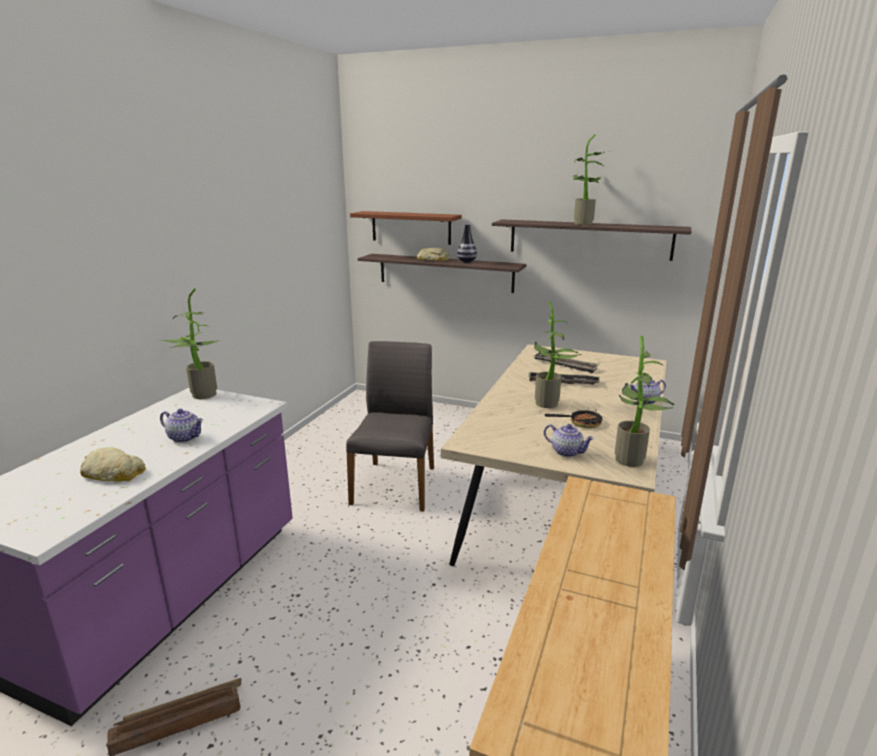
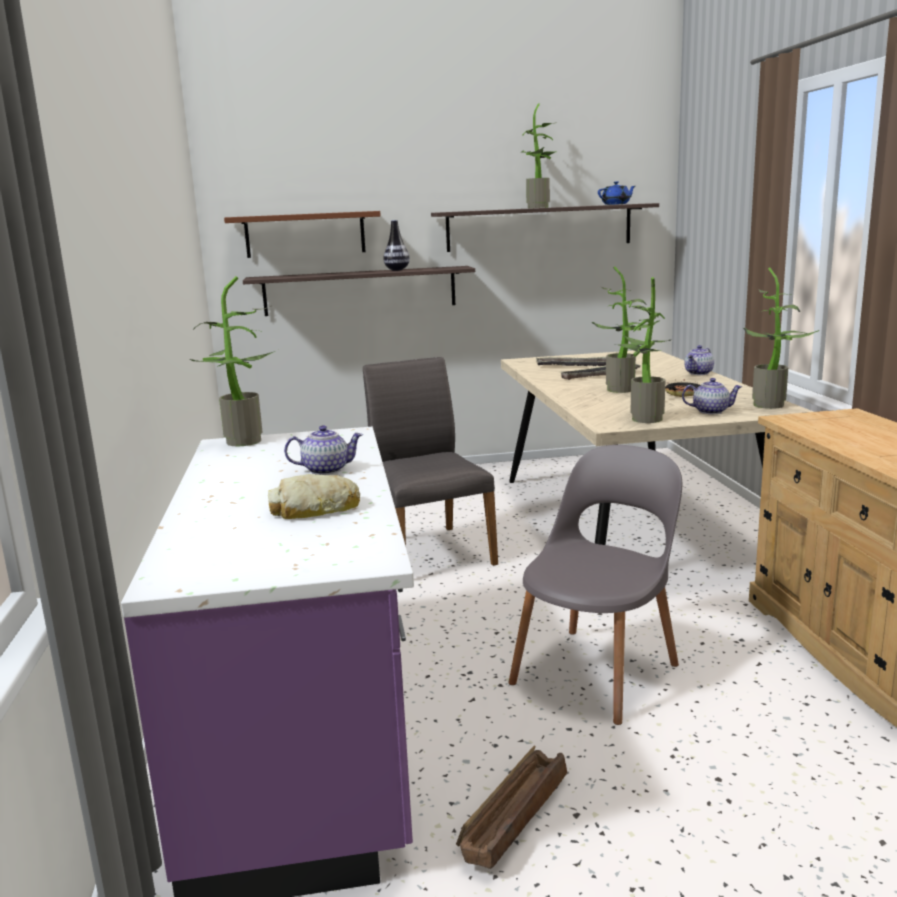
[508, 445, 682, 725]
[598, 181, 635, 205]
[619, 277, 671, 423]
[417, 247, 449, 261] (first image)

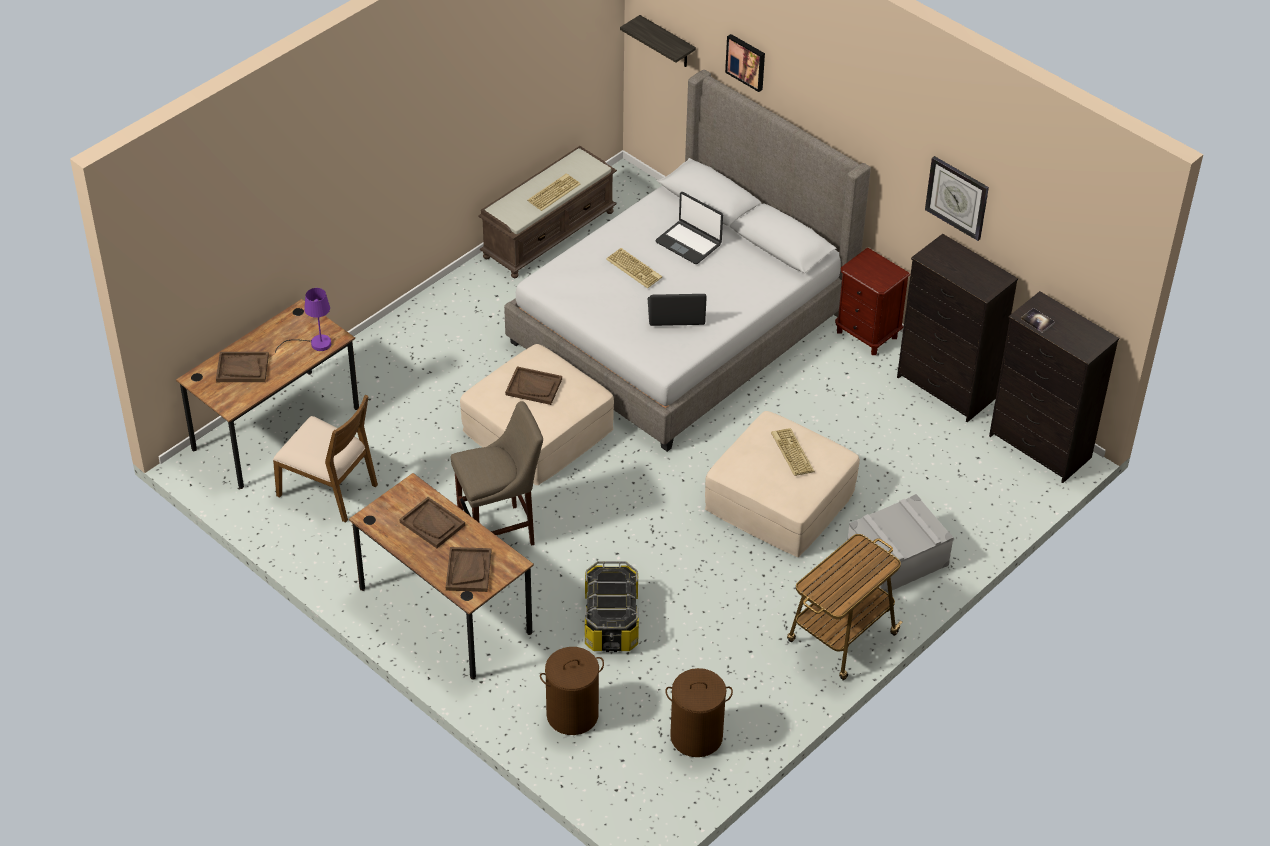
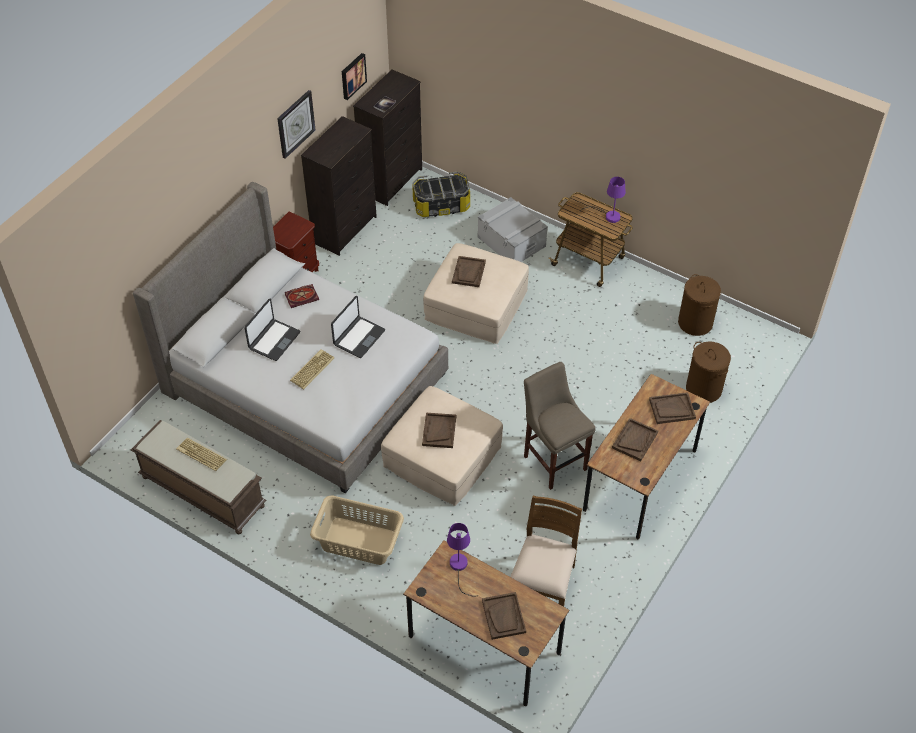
[285, 284, 319, 308]
[310, 496, 404, 565]
[331, 296, 385, 358]
[342, 53, 367, 100]
[412, 171, 470, 217]
[452, 256, 486, 287]
[580, 177, 626, 223]
[620, 15, 696, 67] (first image)

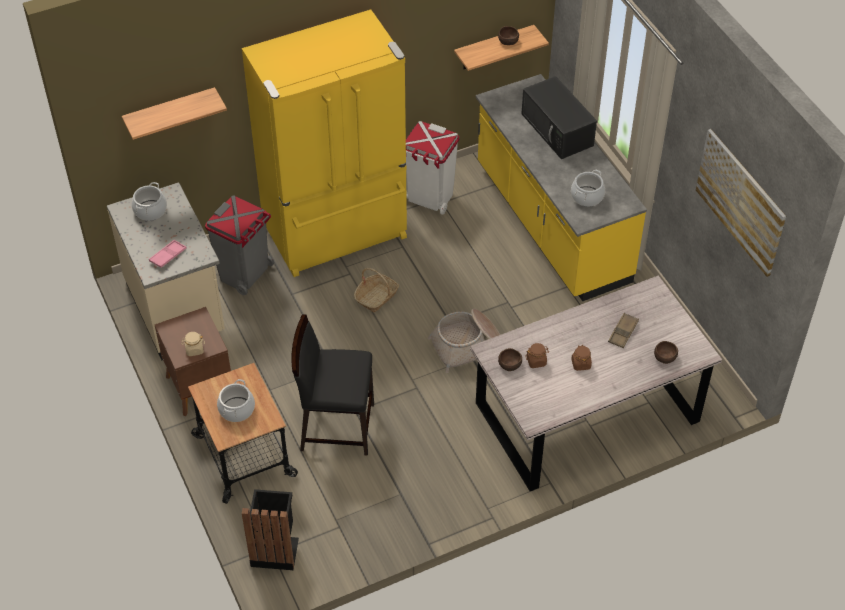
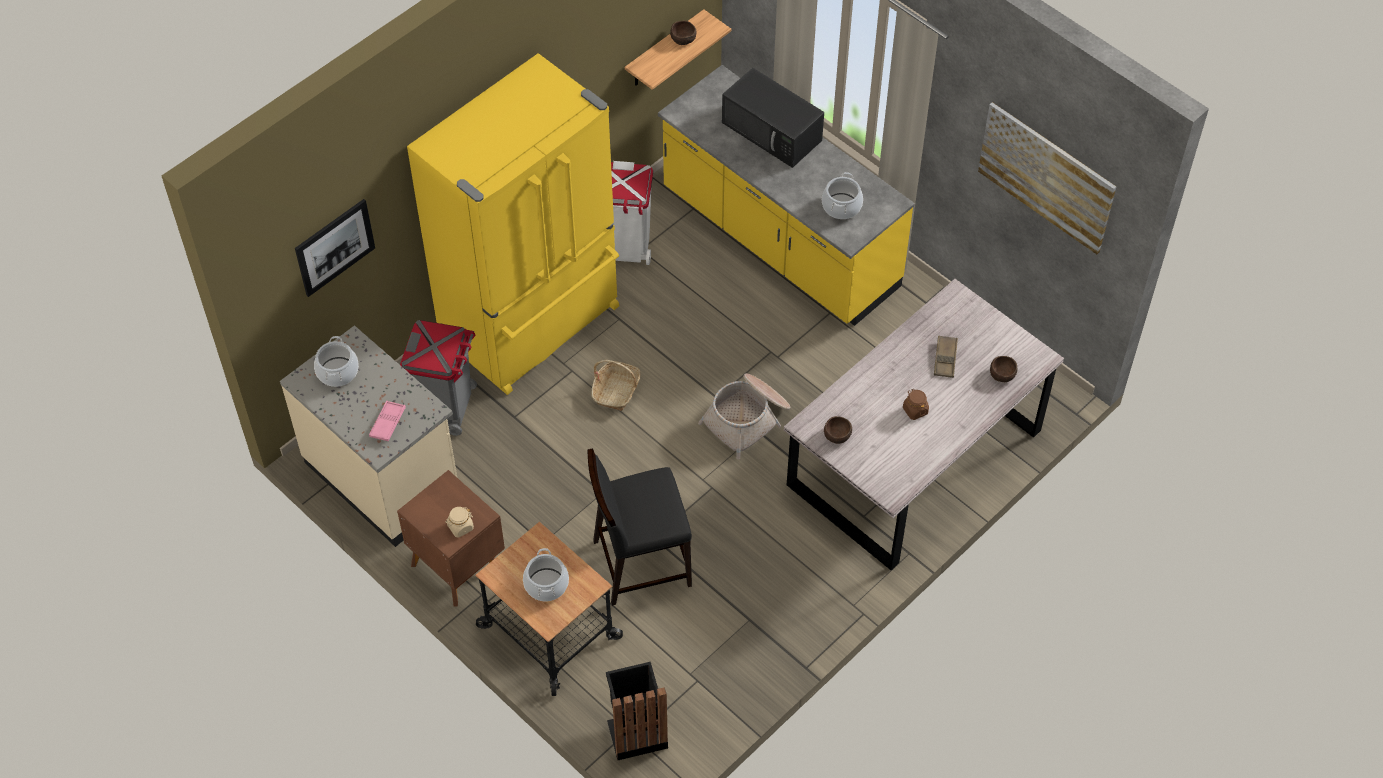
[295, 199, 375, 297]
[525, 343, 549, 368] (first image)

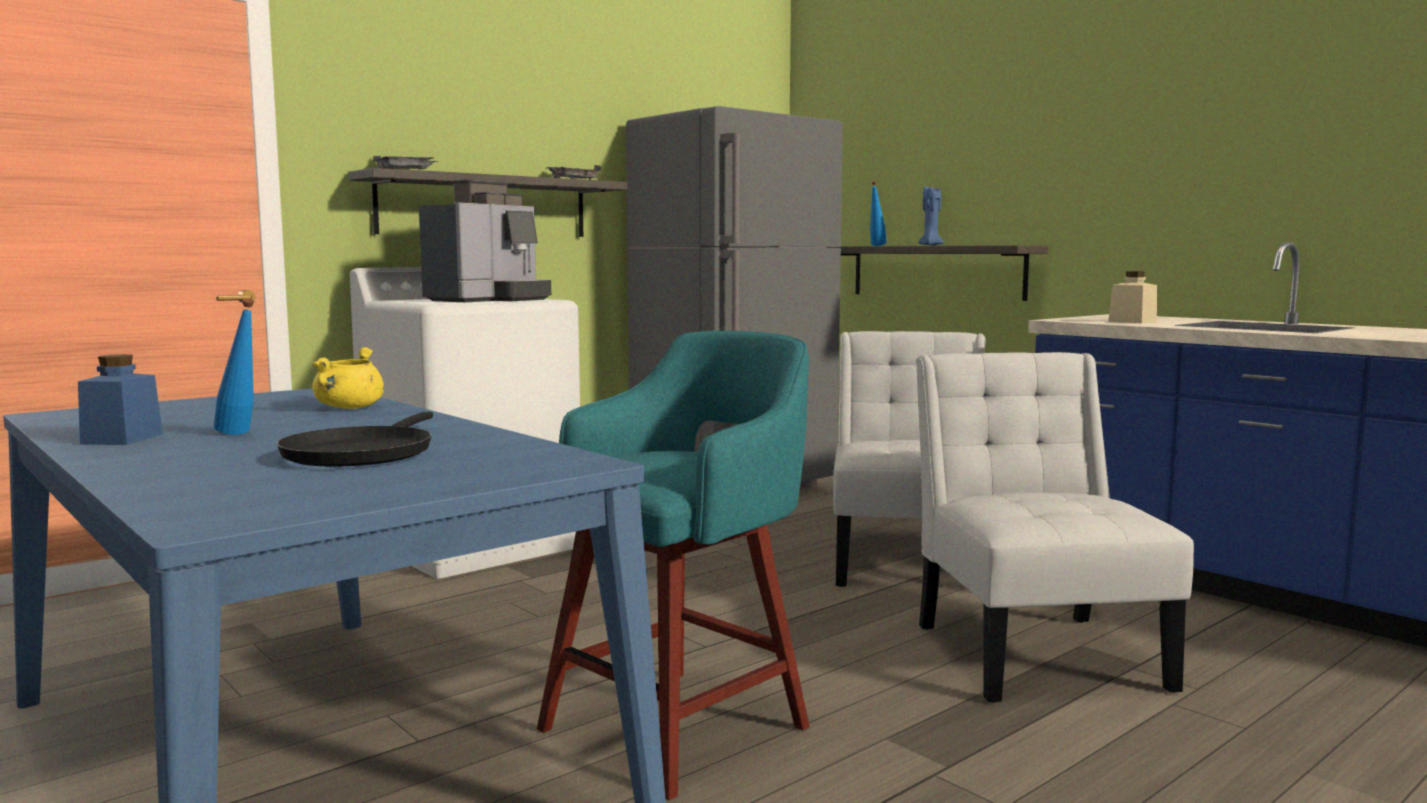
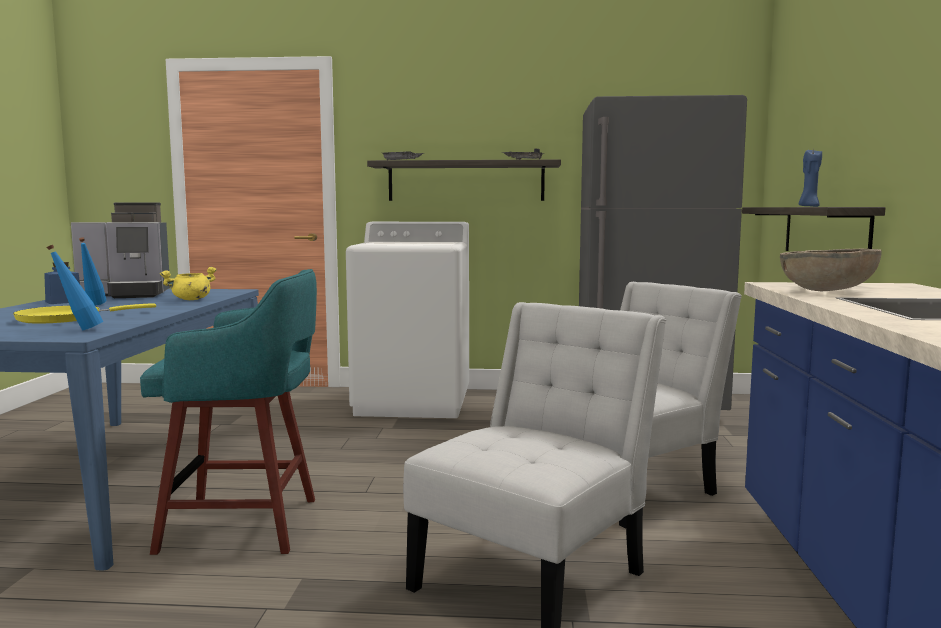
[13, 303, 156, 323]
[47, 245, 103, 331]
[71, 202, 170, 298]
[780, 248, 882, 291]

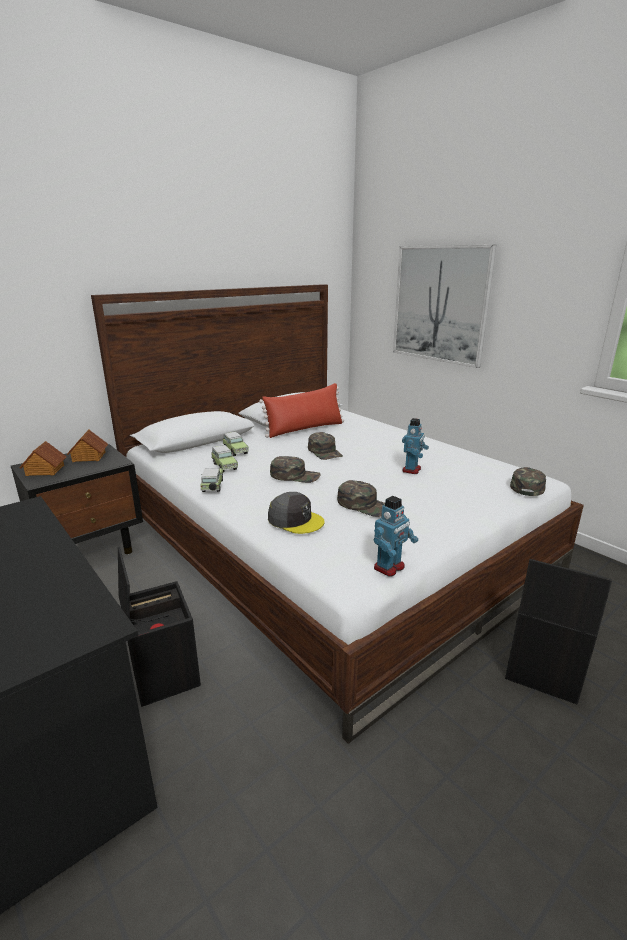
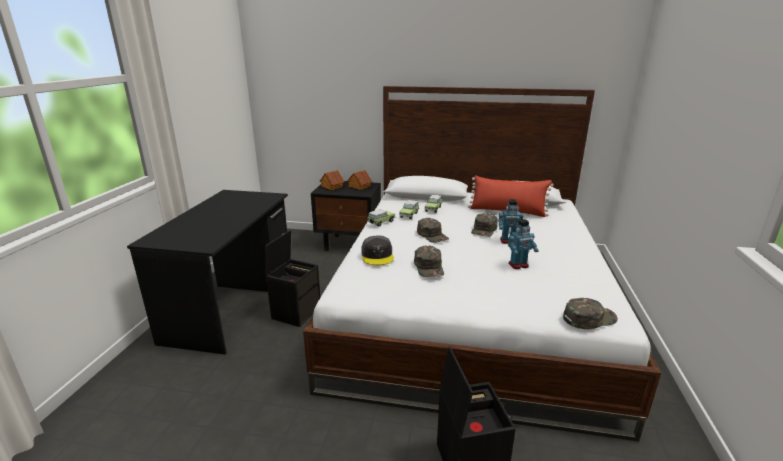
[498, 199, 524, 244]
[393, 245, 497, 368] (first image)

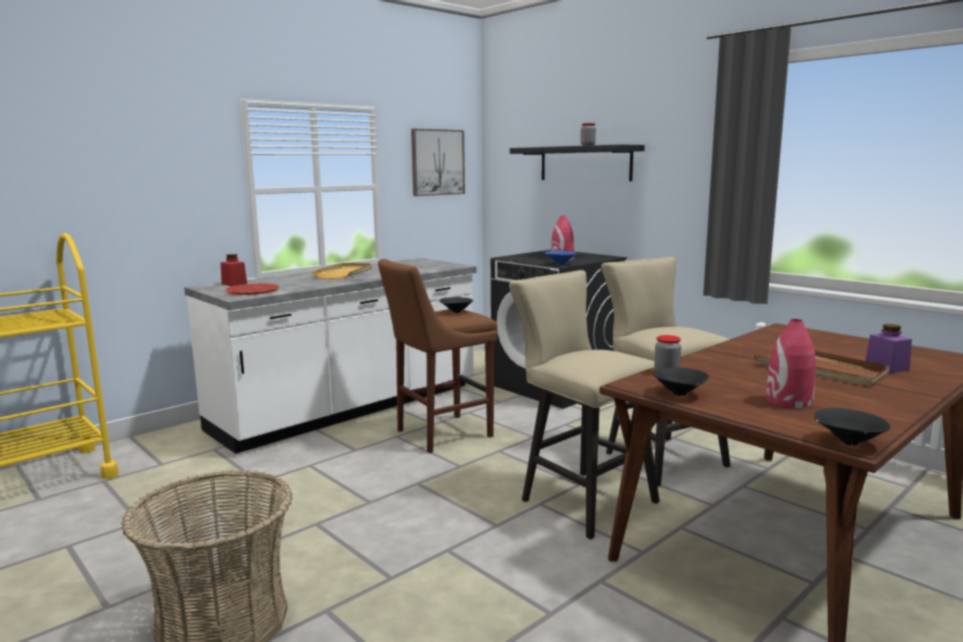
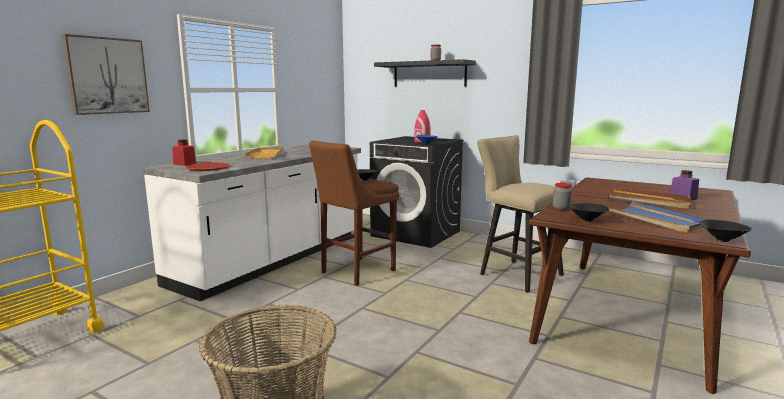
[62, 34, 150, 115]
[608, 201, 705, 233]
[509, 270, 659, 540] (first image)

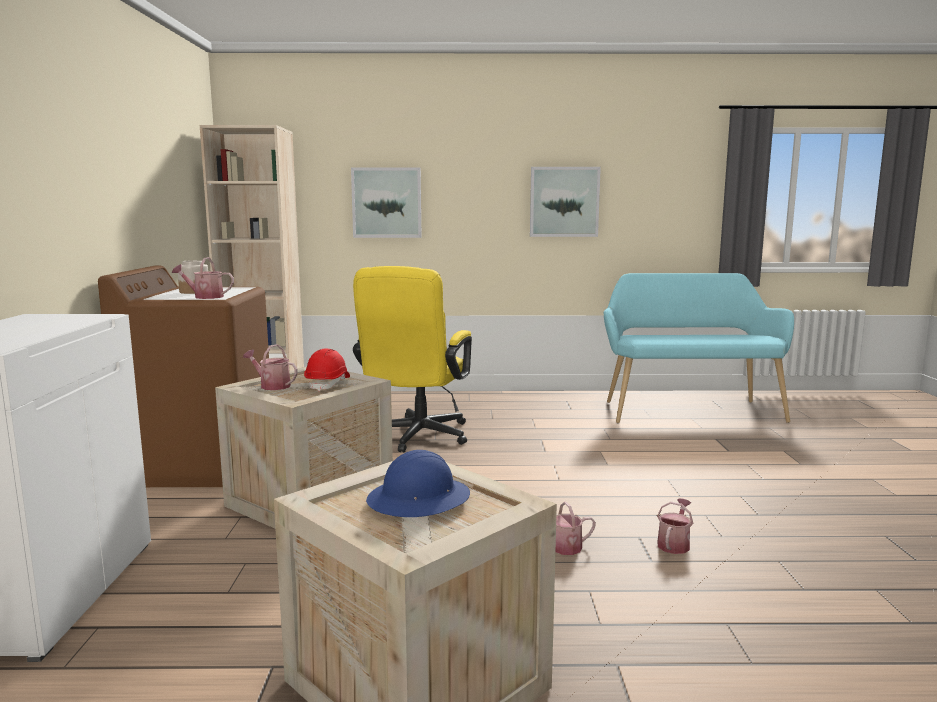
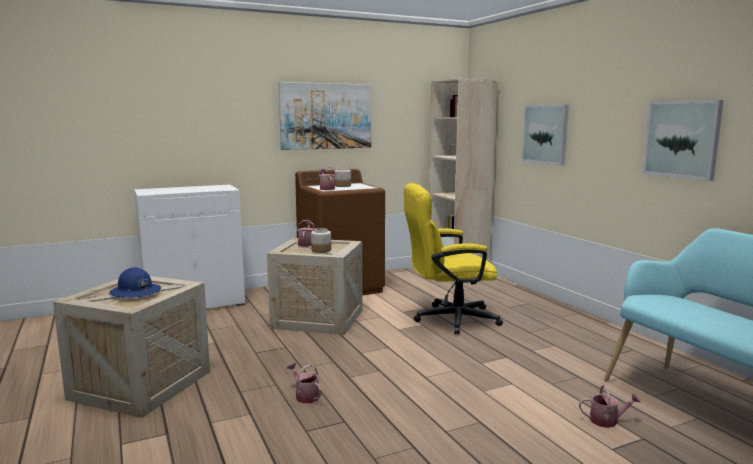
[279, 82, 371, 150]
[311, 228, 331, 253]
[579, 385, 641, 428]

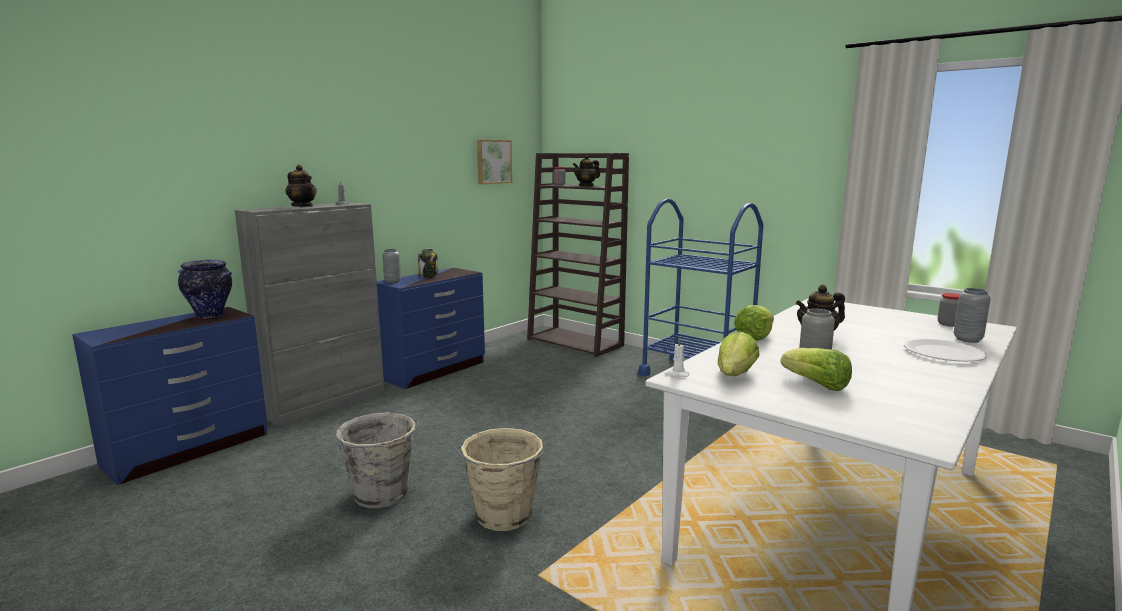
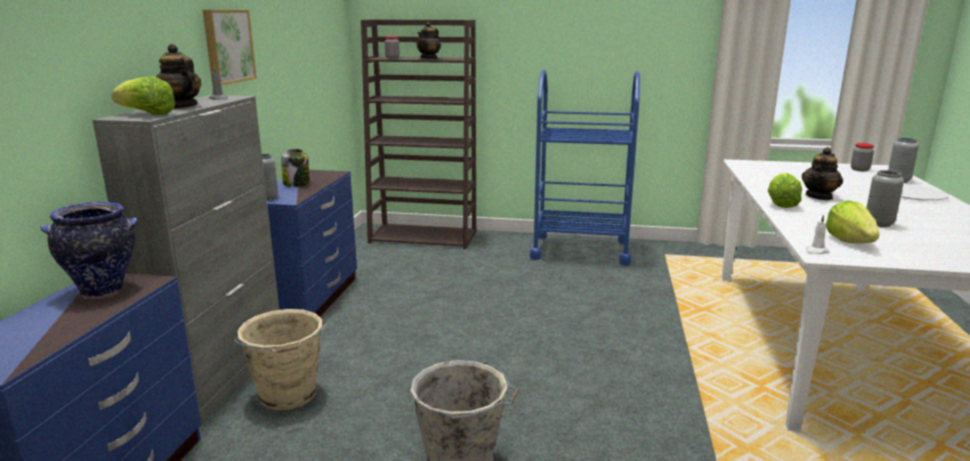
[111, 76, 176, 115]
[156, 44, 201, 109]
[203, 10, 257, 85]
[234, 309, 327, 410]

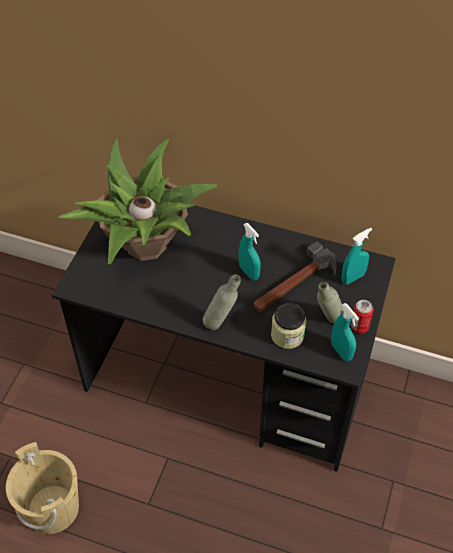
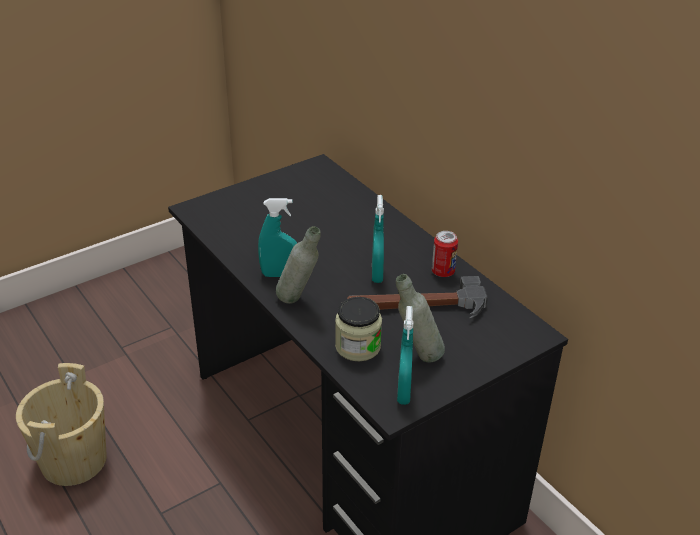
[258, 198, 297, 277]
[432, 231, 458, 277]
[58, 139, 217, 265] (first image)

